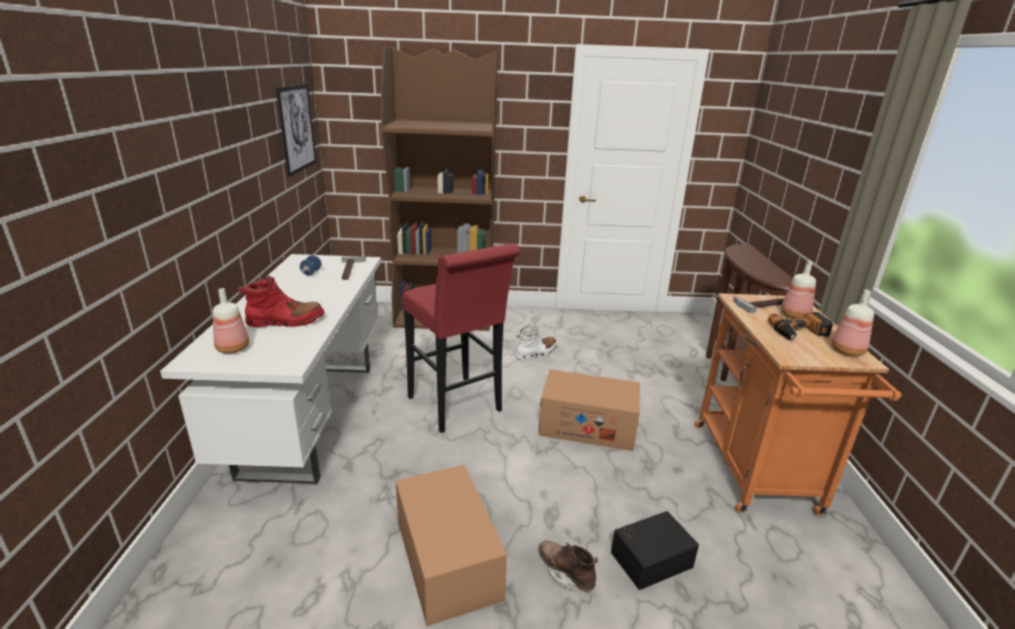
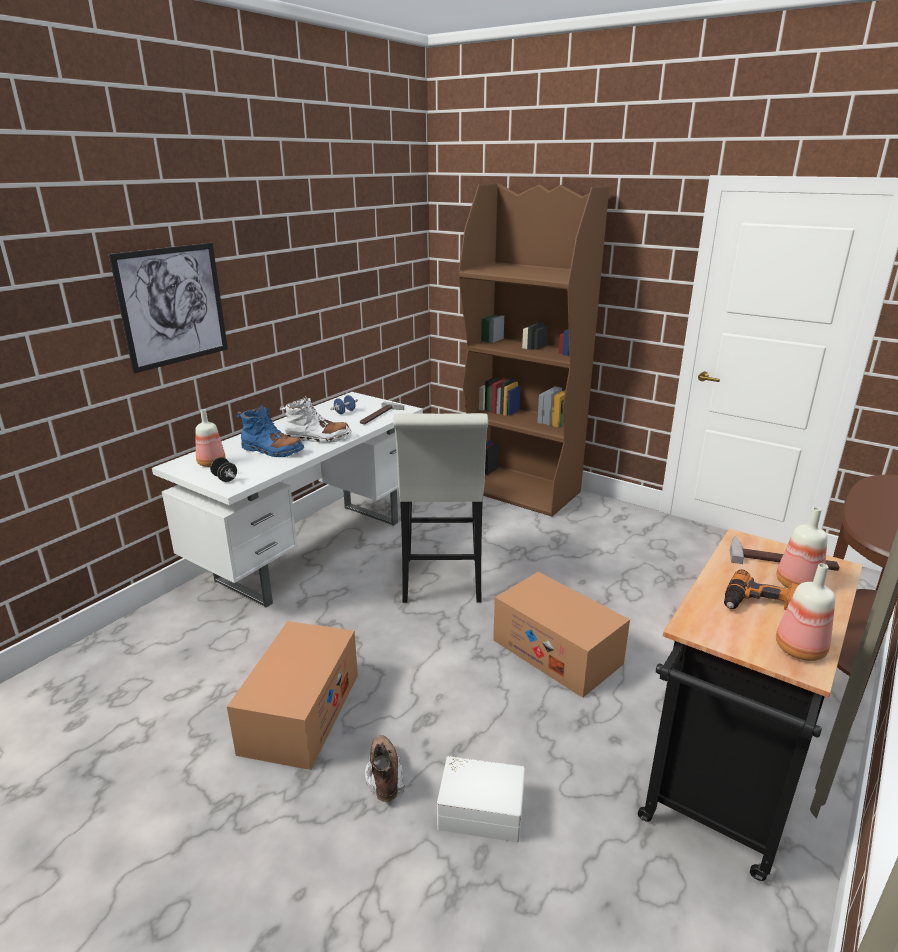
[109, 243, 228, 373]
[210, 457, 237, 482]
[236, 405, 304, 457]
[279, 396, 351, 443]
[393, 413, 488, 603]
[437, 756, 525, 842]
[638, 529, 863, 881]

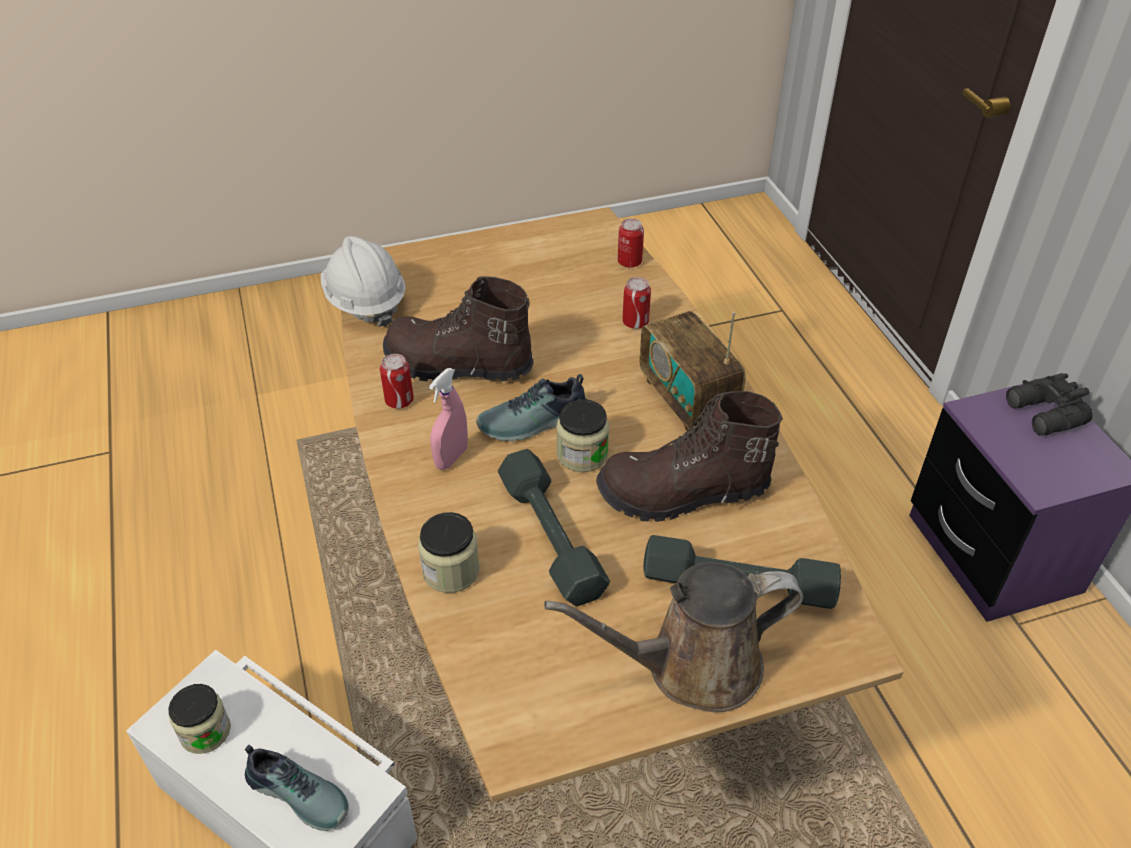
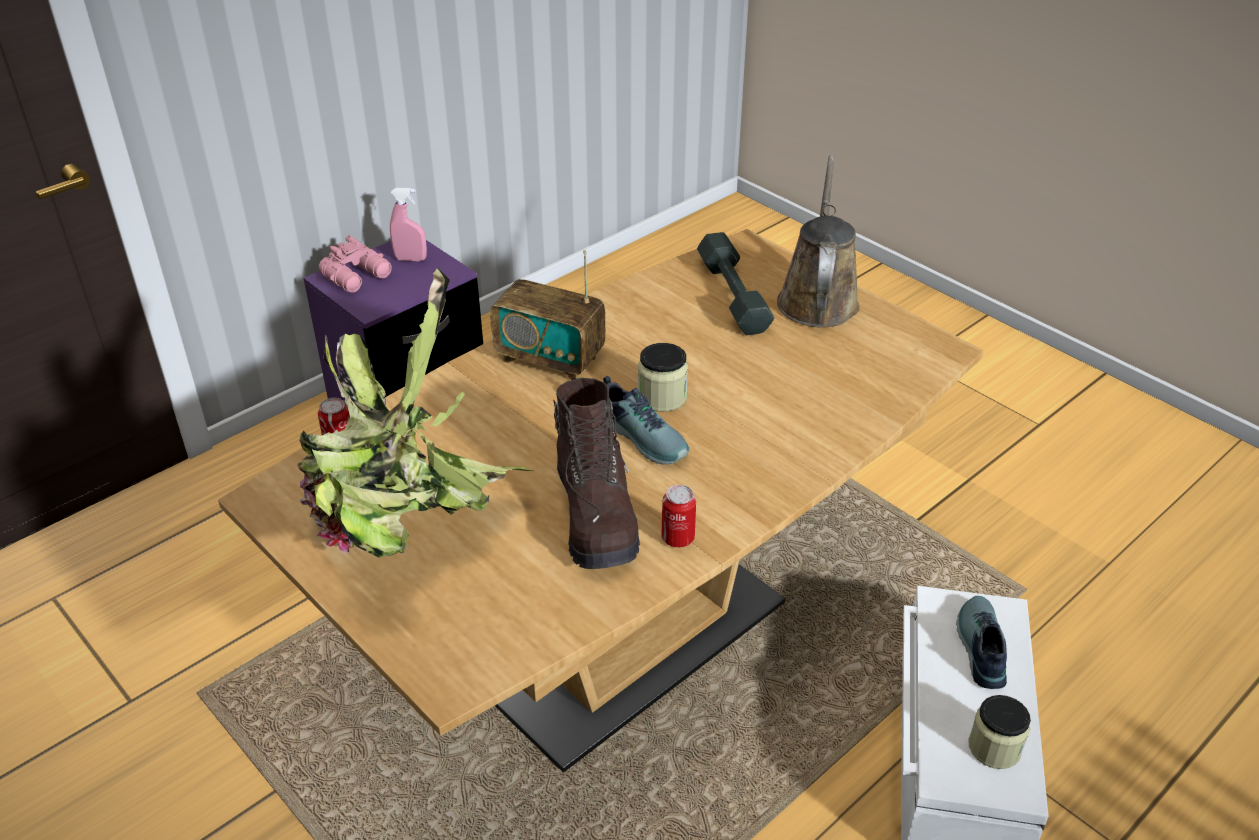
[297, 268, 534, 558]
[319, 235, 392, 293]
[390, 188, 427, 261]
[490, 250, 606, 380]
[777, 155, 859, 328]
[321, 236, 406, 327] (first image)
[418, 512, 480, 593] (first image)
[498, 449, 610, 607] (first image)
[596, 391, 783, 522] (first image)
[622, 277, 651, 329] (first image)

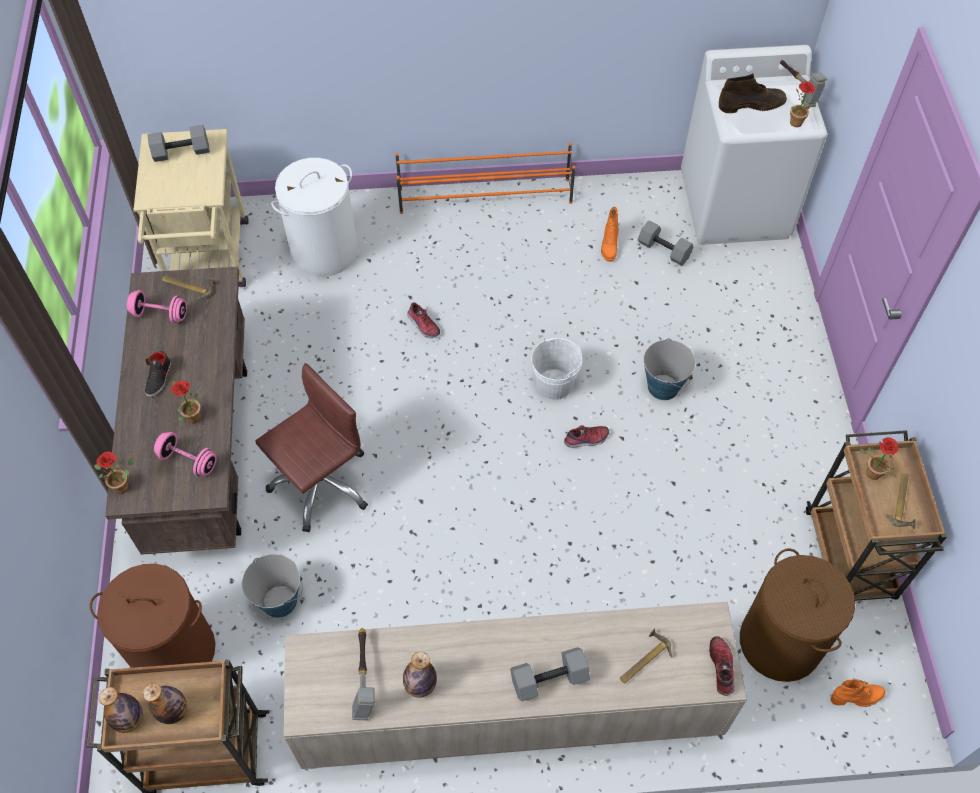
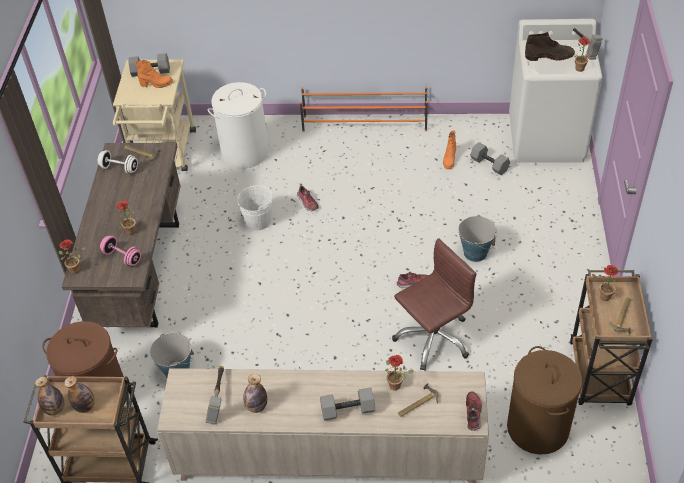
[98, 150, 138, 174]
[135, 60, 173, 88]
[237, 185, 273, 230]
[385, 355, 414, 390]
[392, 238, 477, 371]
[144, 351, 171, 397] (first image)

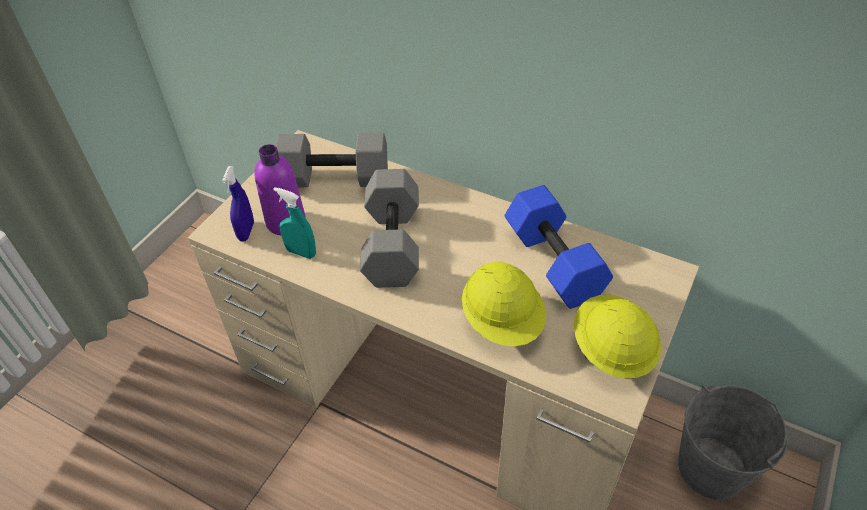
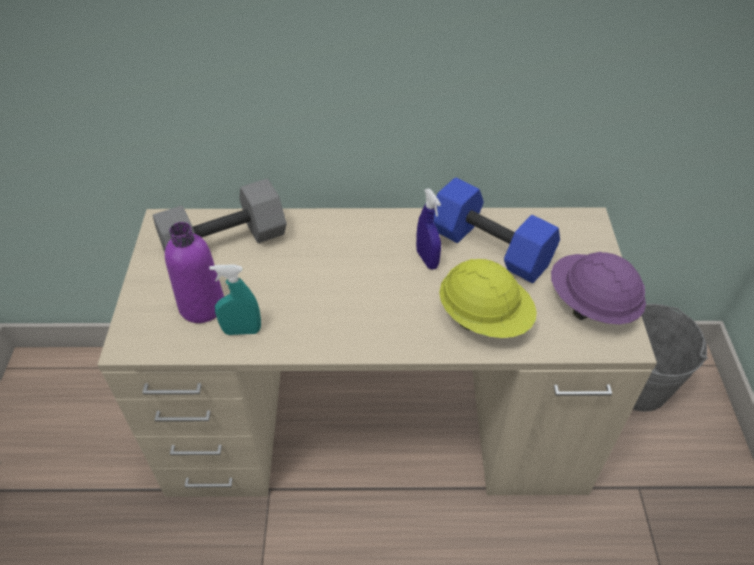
[416, 189, 441, 270]
[551, 252, 646, 324]
[360, 169, 419, 288] (first image)

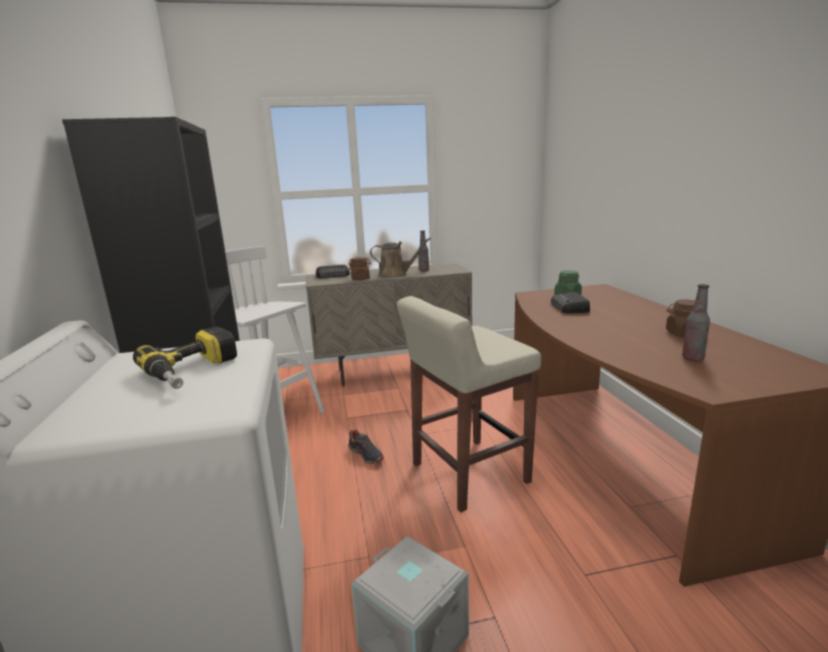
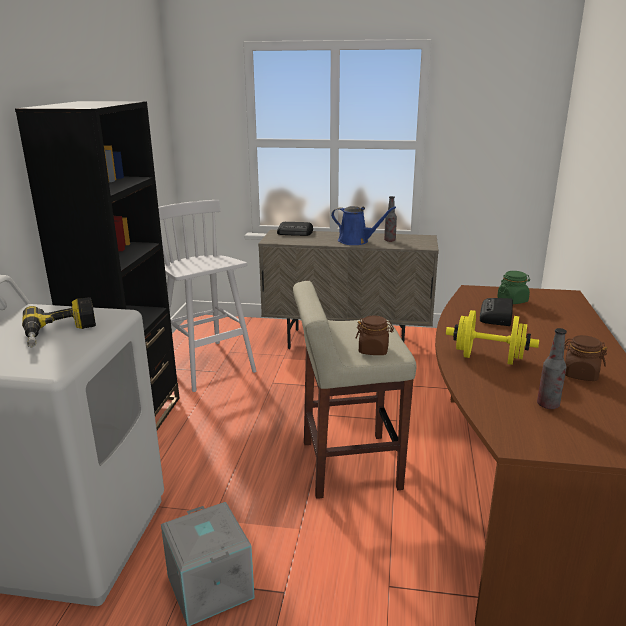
[331, 206, 396, 245]
[356, 316, 394, 355]
[446, 310, 539, 365]
[348, 429, 384, 464] (first image)

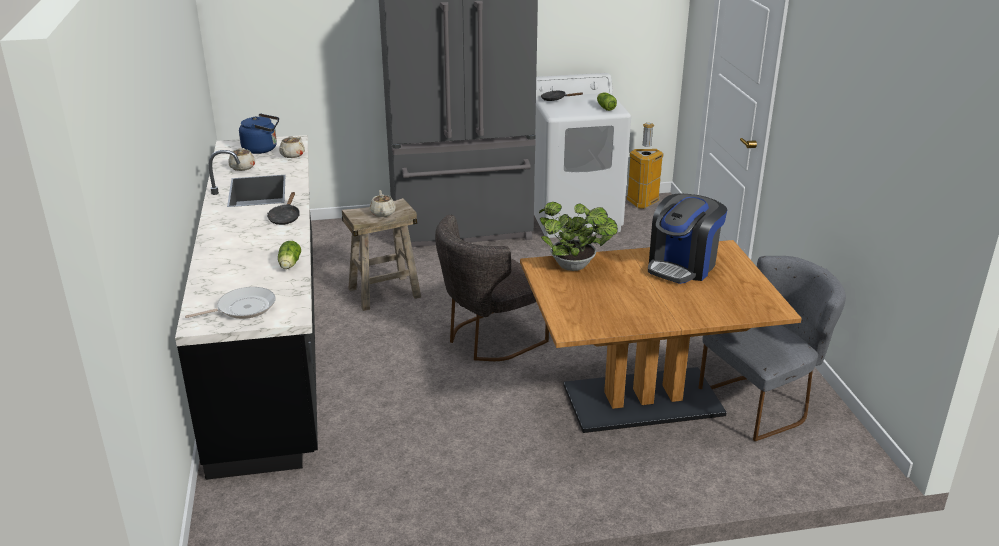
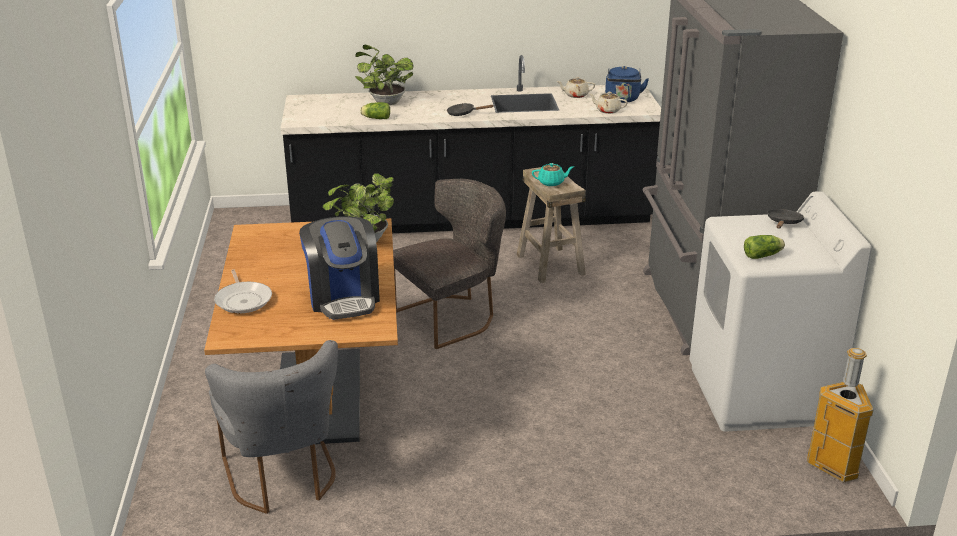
[214, 269, 272, 313]
[299, 216, 380, 320]
[355, 45, 413, 105]
[393, 179, 506, 349]
[532, 163, 574, 186]

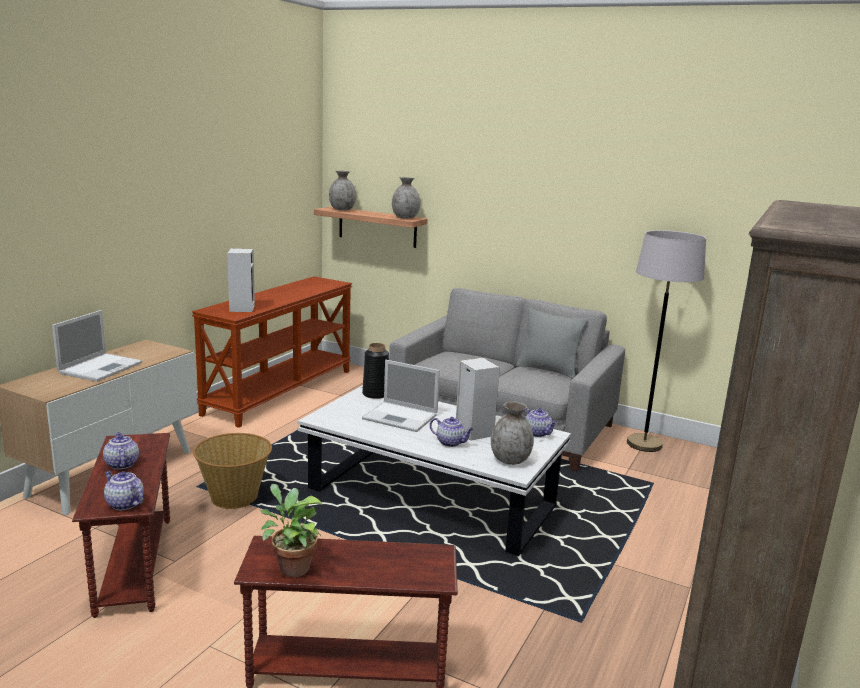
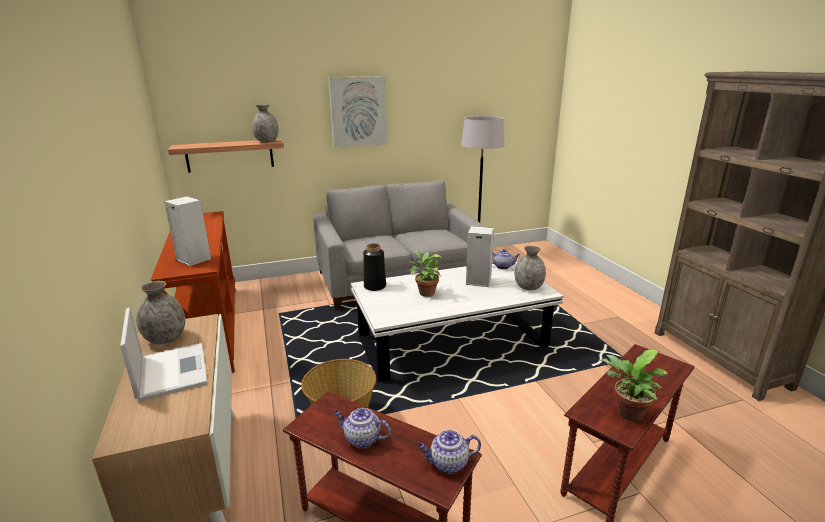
[136, 281, 185, 344]
[329, 76, 387, 148]
[410, 250, 442, 297]
[430, 417, 474, 447] (first image)
[516, 308, 588, 379] (first image)

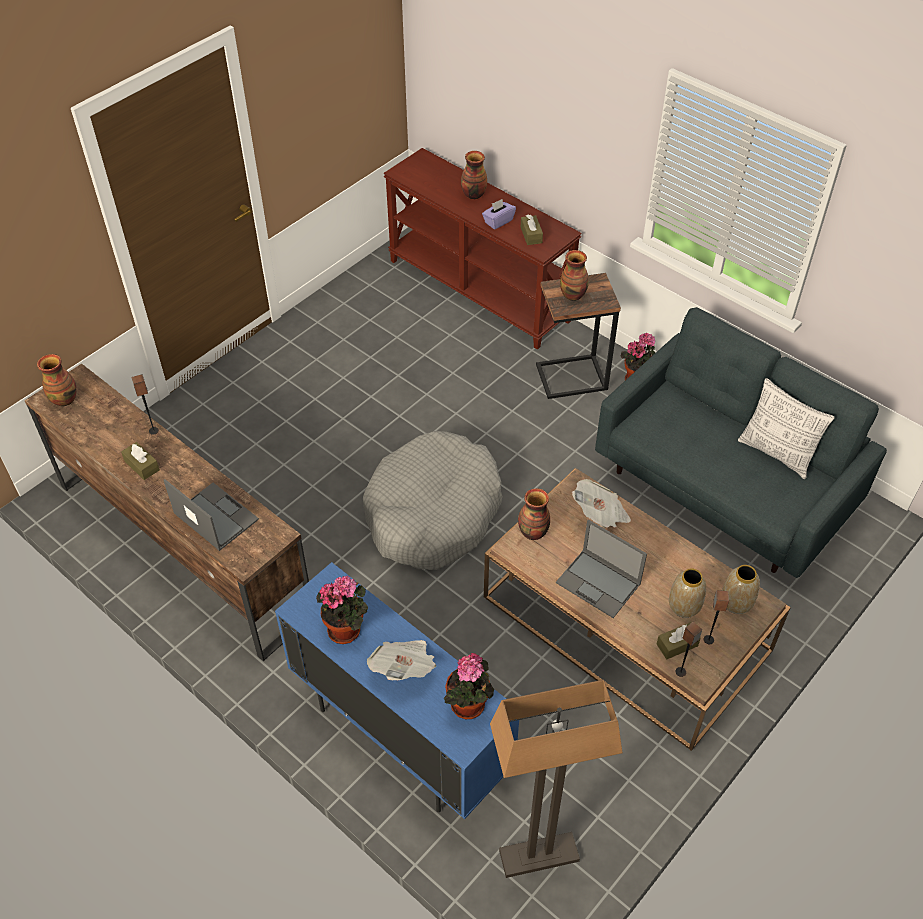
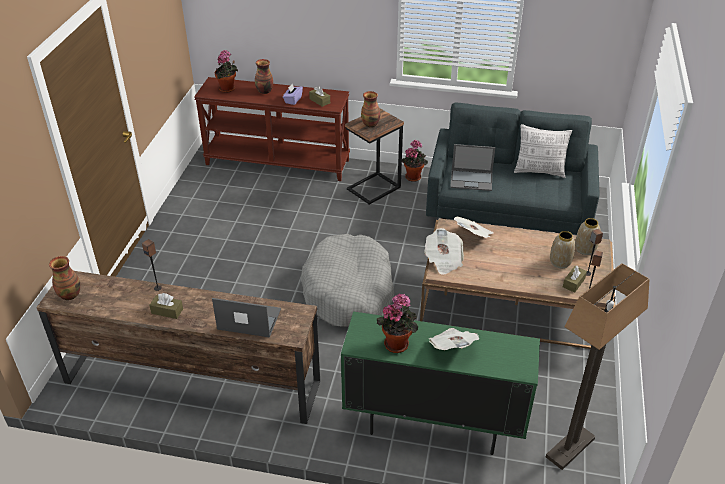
[215, 50, 238, 93]
[341, 311, 540, 455]
[424, 228, 464, 275]
[450, 144, 495, 191]

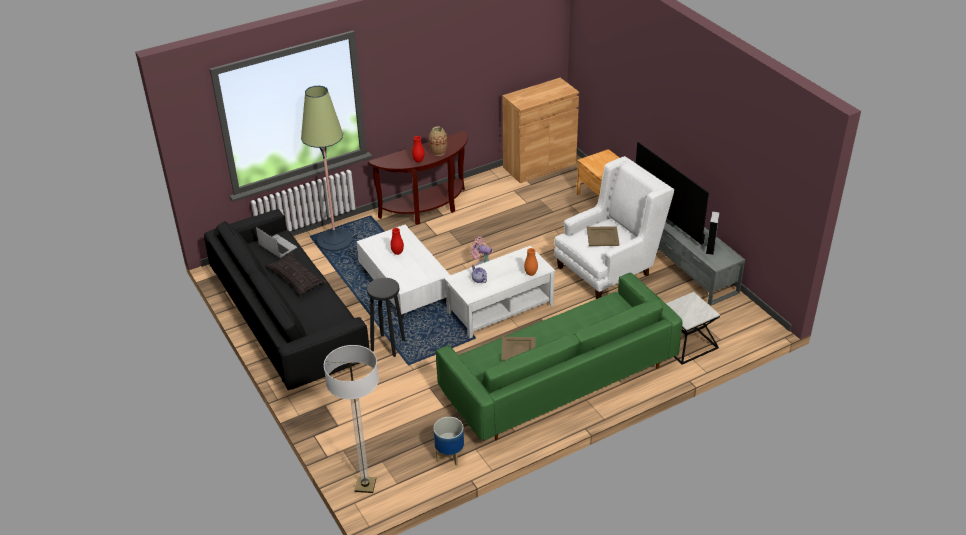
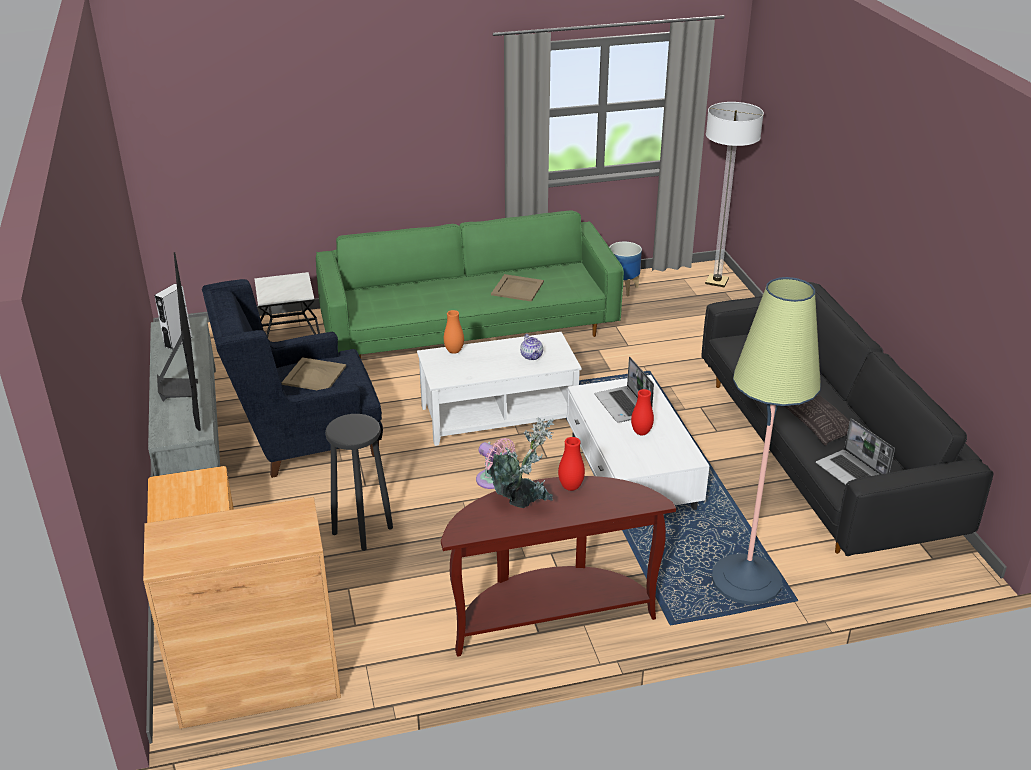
[202, 279, 383, 478]
[325, 414, 393, 551]
[487, 417, 555, 508]
[595, 357, 654, 423]

